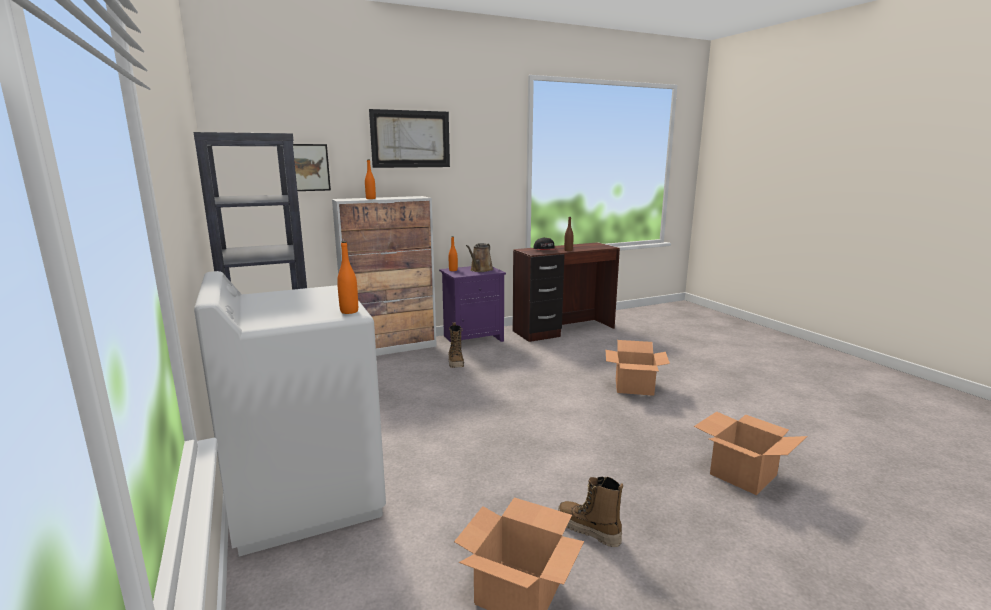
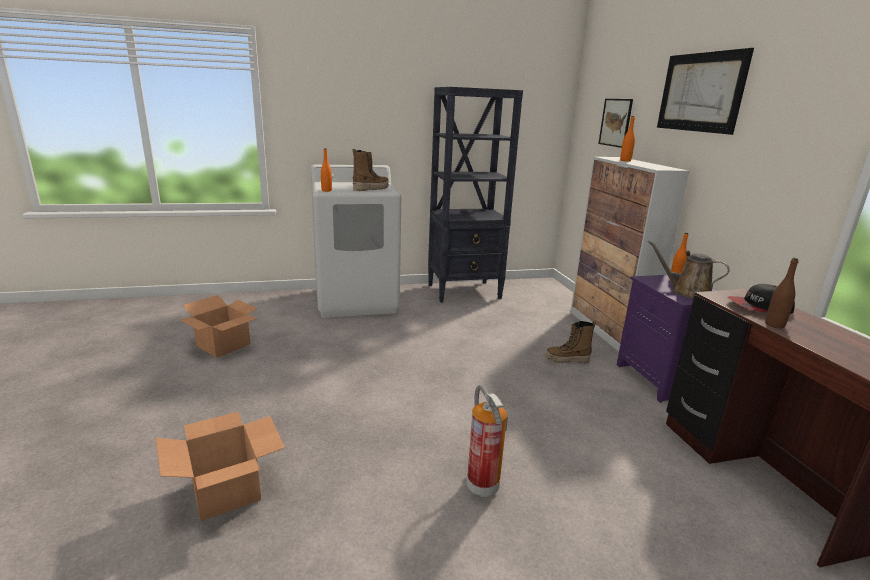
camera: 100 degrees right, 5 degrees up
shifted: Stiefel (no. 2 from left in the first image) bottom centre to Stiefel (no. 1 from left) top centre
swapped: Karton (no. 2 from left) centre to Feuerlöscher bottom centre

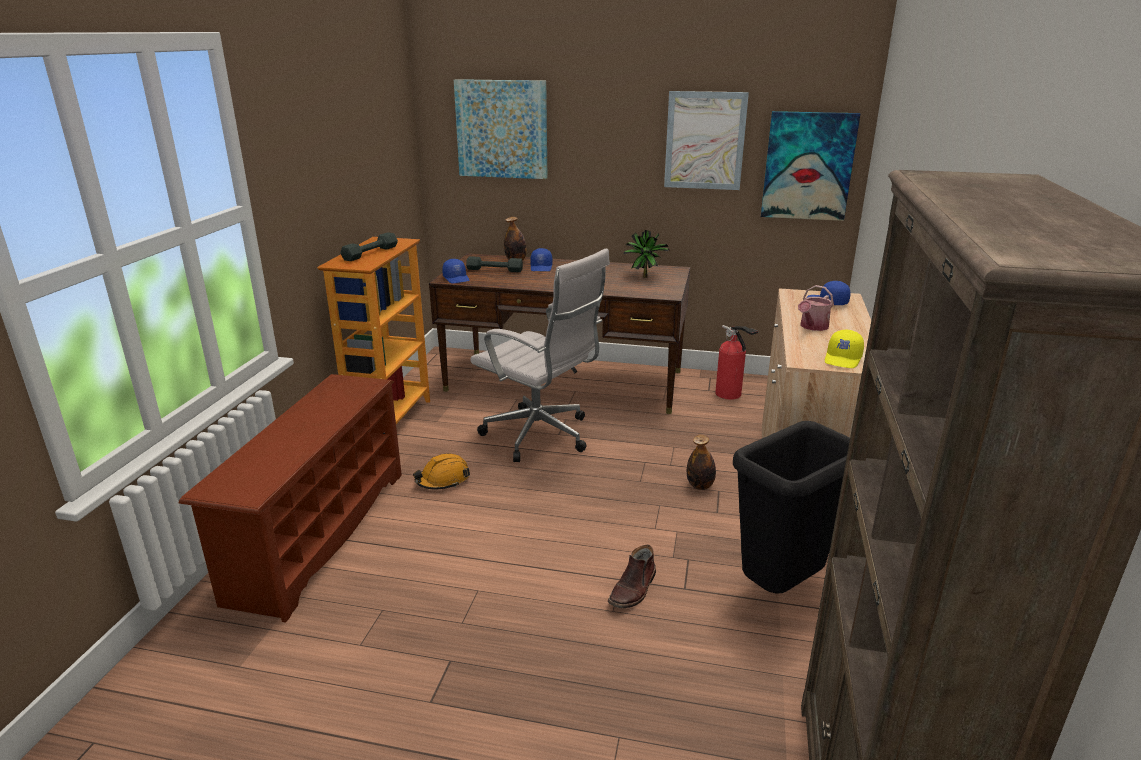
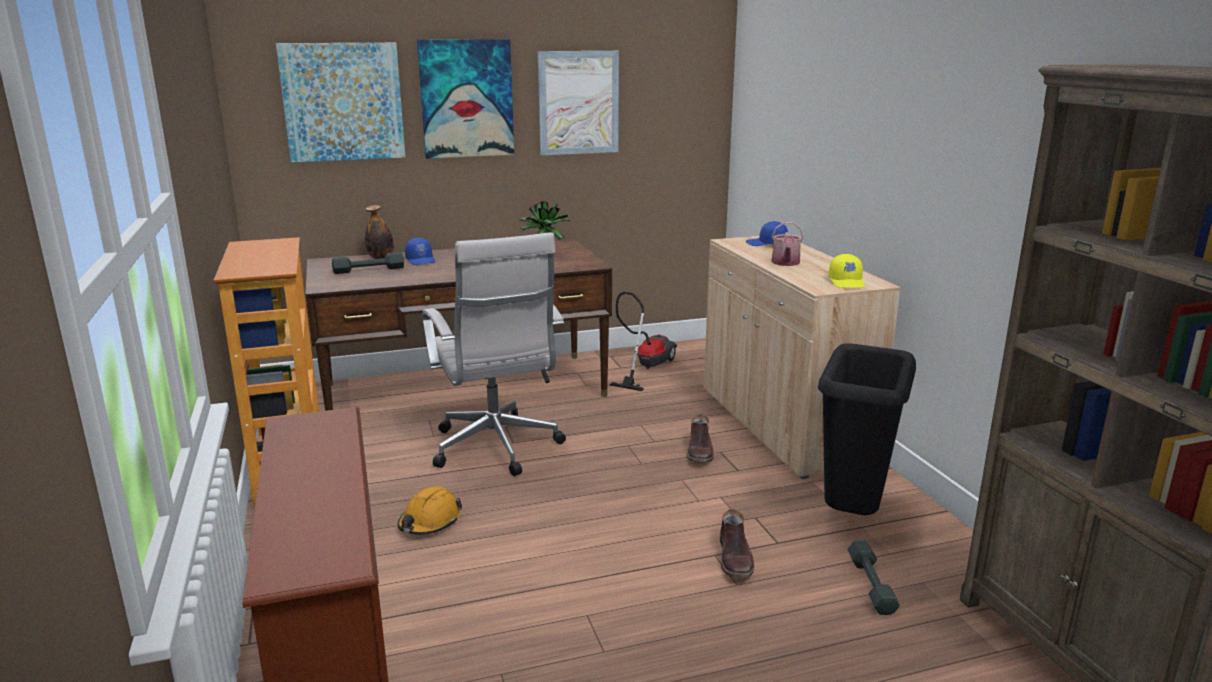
camera: 30 degrees left, 5 degrees down
gone: Kappe (blau) (no. 1 from left) centre
shifted: Hantel (grau) (no. 1 from left in the first image) top left to Hantel (grau) (no. 2 from left) bottom right; Bild (no. 3 from left in the first image) top right to Bild (no. 2 from left) top centre
swapped: Flasche (no. 2 from left) centre to Stiefel (braun) (no. 1 from left) centre; Feuerlöscher centre to Staubsauger centre
rotated: Bürostuhl (weiß) centre = centre 60 degrees clockwise

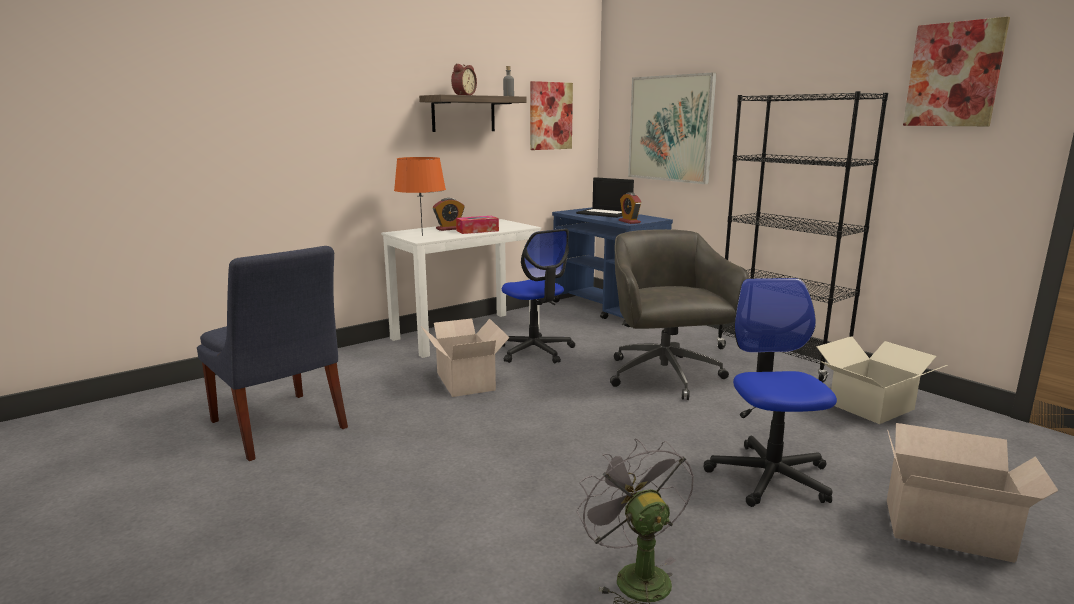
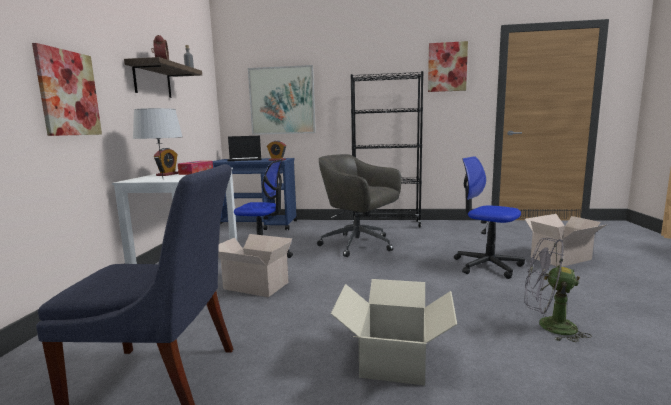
camera: 45 degrees left, 5 degrees down
shifted: Bild (no. 1 from left) top centre to top left; Karton (no. 2 from left) middle right to bottom centre
repainted: Tischlampe (orange) top centre to Tischlampe (grau) middle left

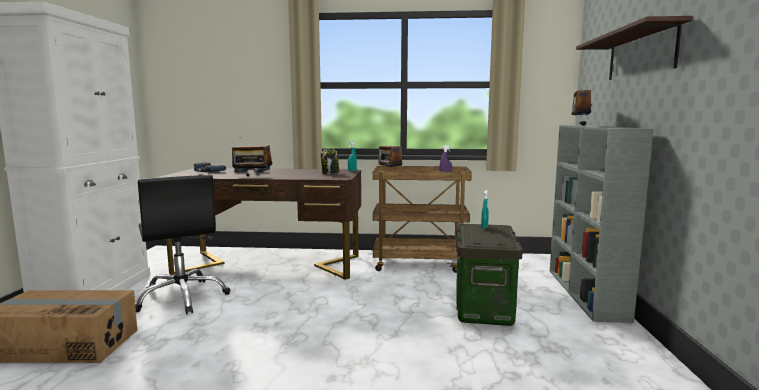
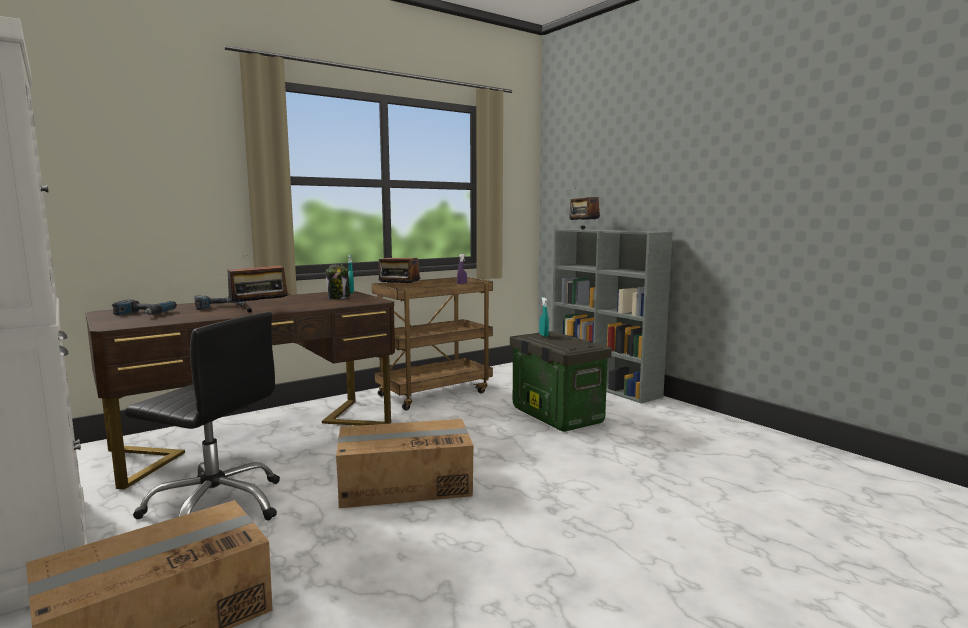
camera: 40 degrees left, 0 degrees up
gone: Wandregal top right
new: Karton (no. 2 from left) bottom centre

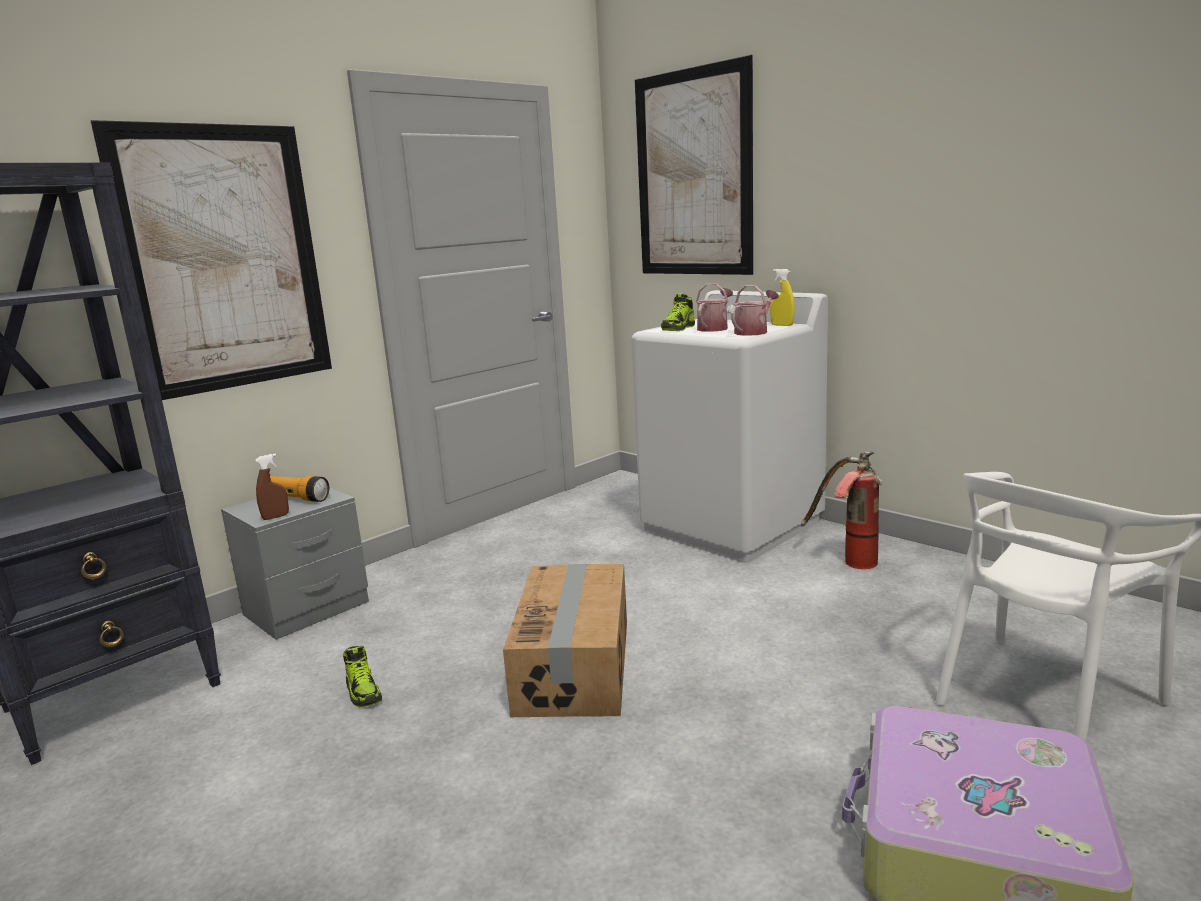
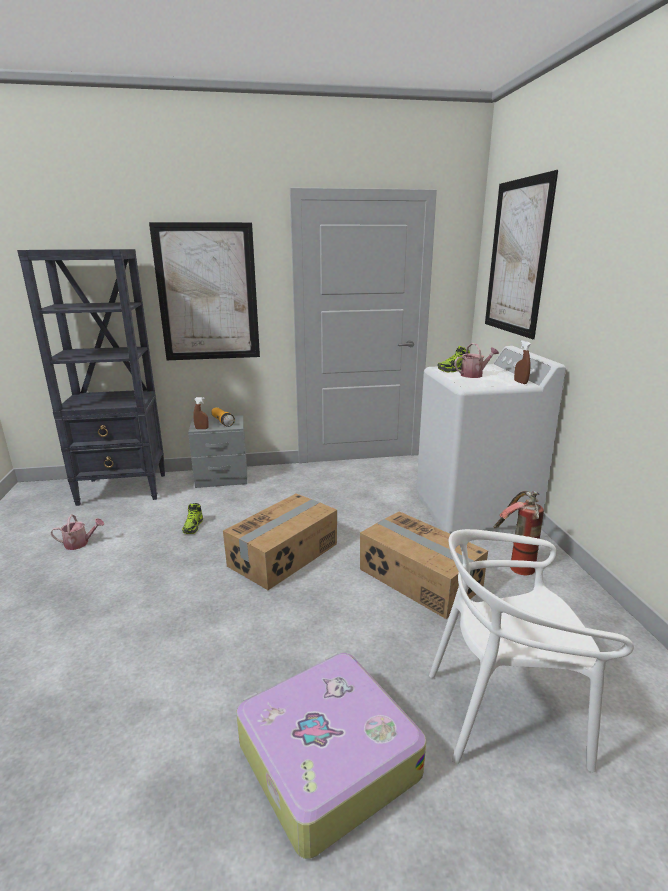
camera: 35 degrees right, 5 degrees up
new: Karton (no. 2 from left) centre
shifted: Gießkanne (no. 2 from left in the first image) centre to Gießkanne (no. 1 from left) middle left
repainted: Sprühflasche (gelb) top centre to Sprühflasche (braun) (no. 2 from left) middle right

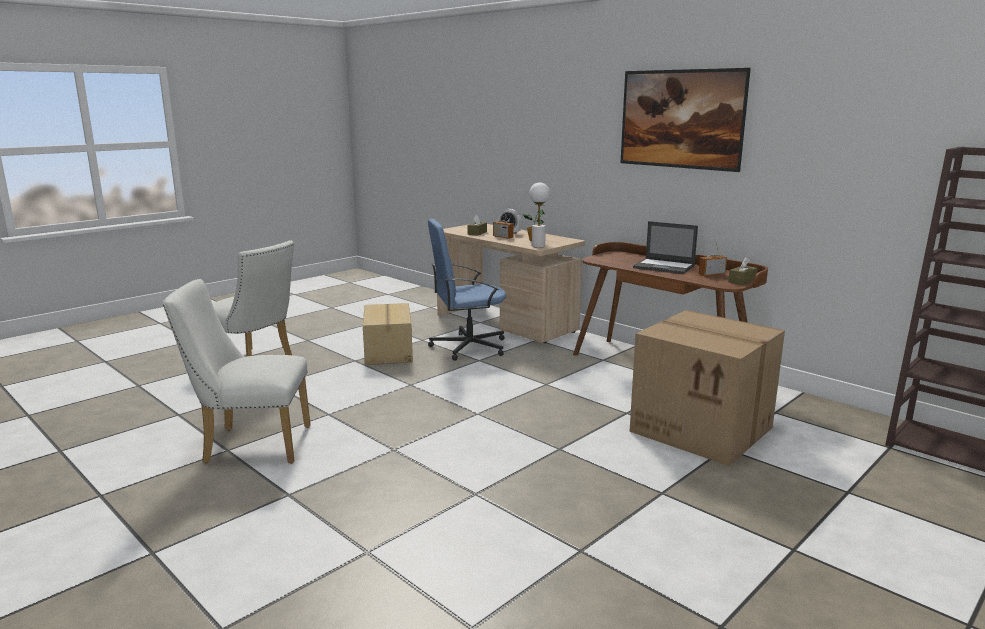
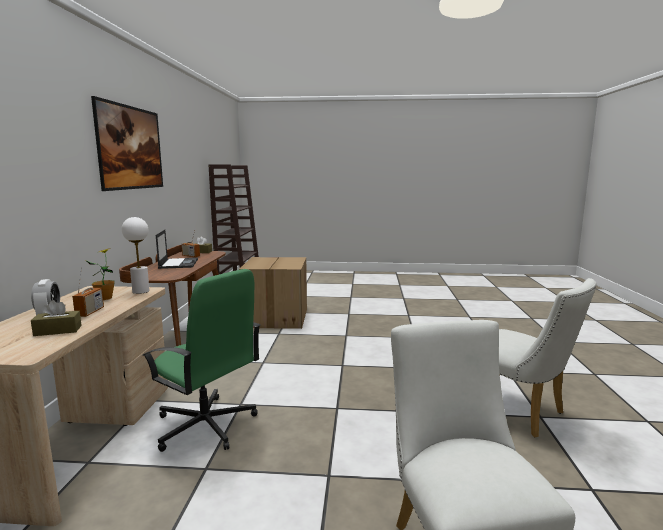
camera: 130 degrees left, 5 degrees down
gone: Karton (no. 1 from left) centre
repainted: Bürostuhl (blau) centre to Bürostuhl (grün) bottom left

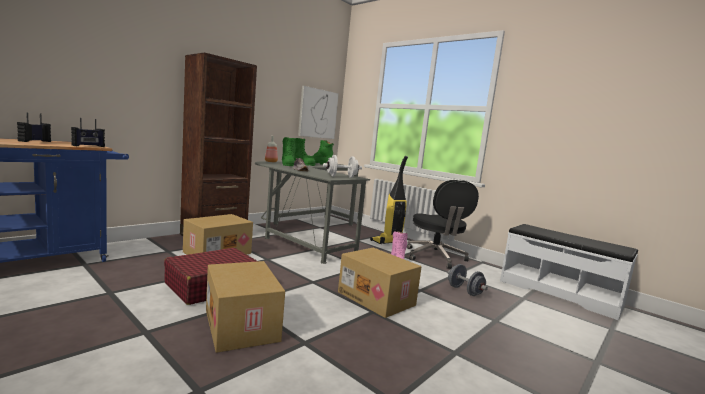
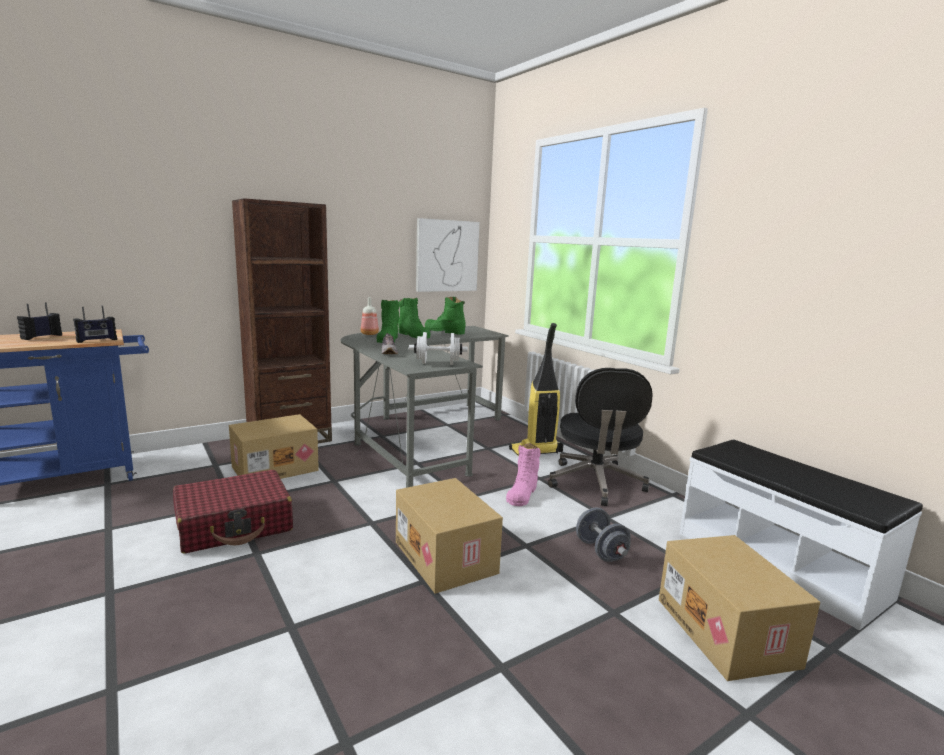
camera: 15 degrees right, 5 degrees up
shifted: Karton (no. 2 from left in the first image) bottom centre to Karton (no. 3 from left) bottom right

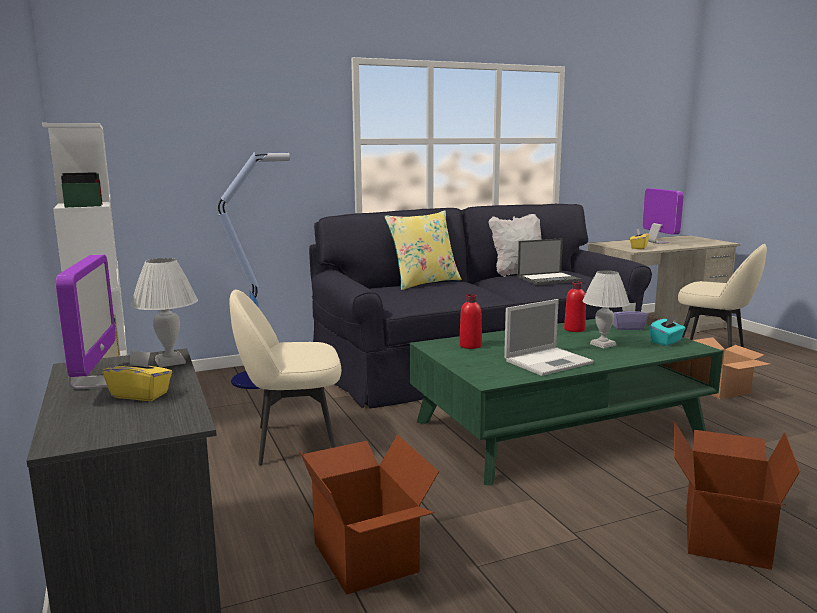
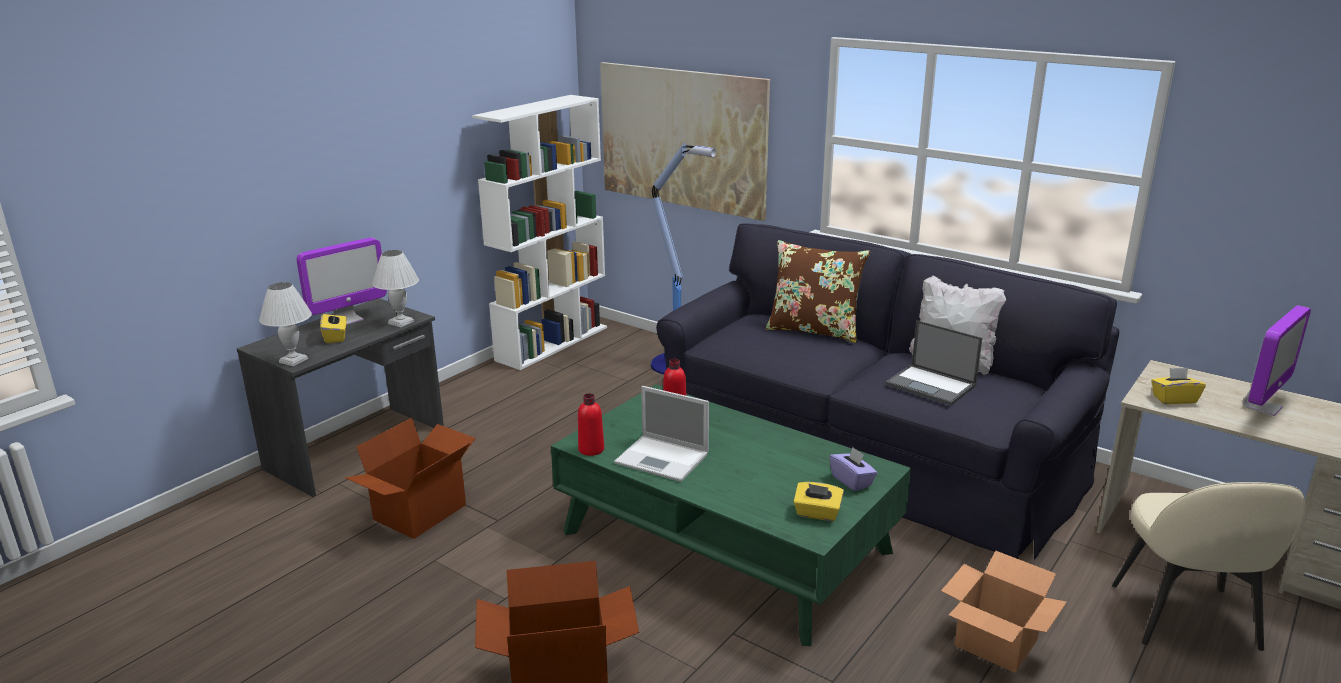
camera: 60 degrees right, 10 degrees up
gone: Stuhl (beige) (no. 1 from left) centre
new: Bild top centre
shifted: Flasche (rot) (no. 2 from left in the first image) middle right to Flasche (rot) (no. 1 from left) centre; Tischlampe (weiß) (no. 2 from left in the first image) middle right to Tischlampe (weiß) (no. 1 from left) middle left
repainted: Kissen (gelb) centre to Kissen (braun) centre; Taschentuchbox (türkis) middle right to Taschentuchbox (gelb) (no. 2 from left) bottom centre

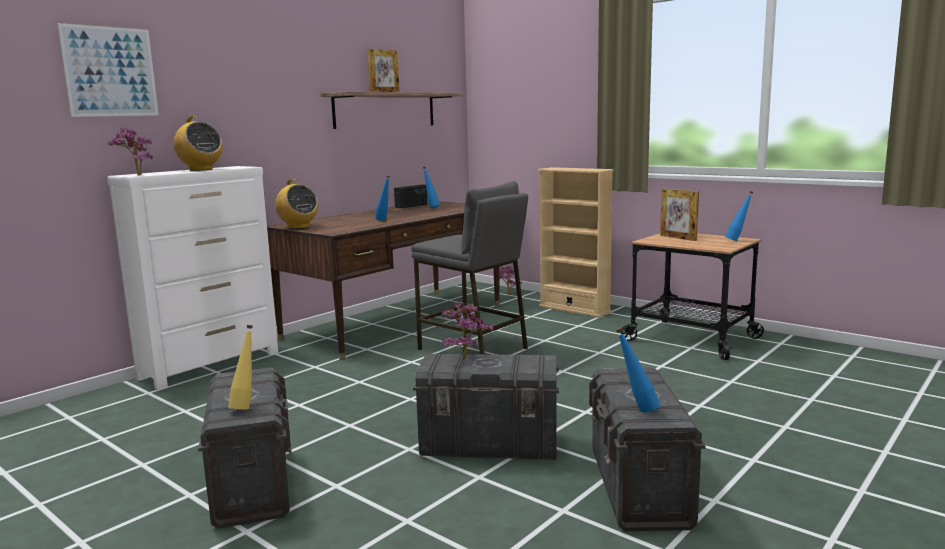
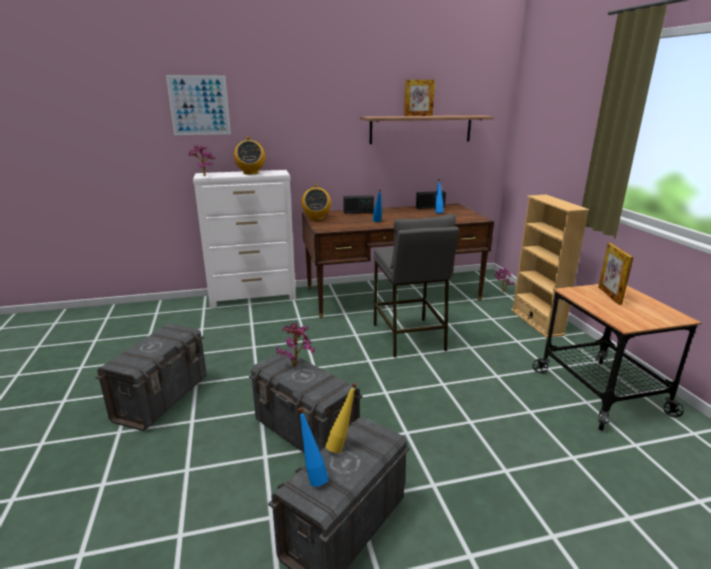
camera: 35 degrees right, 10 degrees up
gone: Flasche (blau) (no. 4 from left) middle right
new: Radio (no. 3 from left) centre
shifted: Flasche (gelb) bottom left to bottom centre

